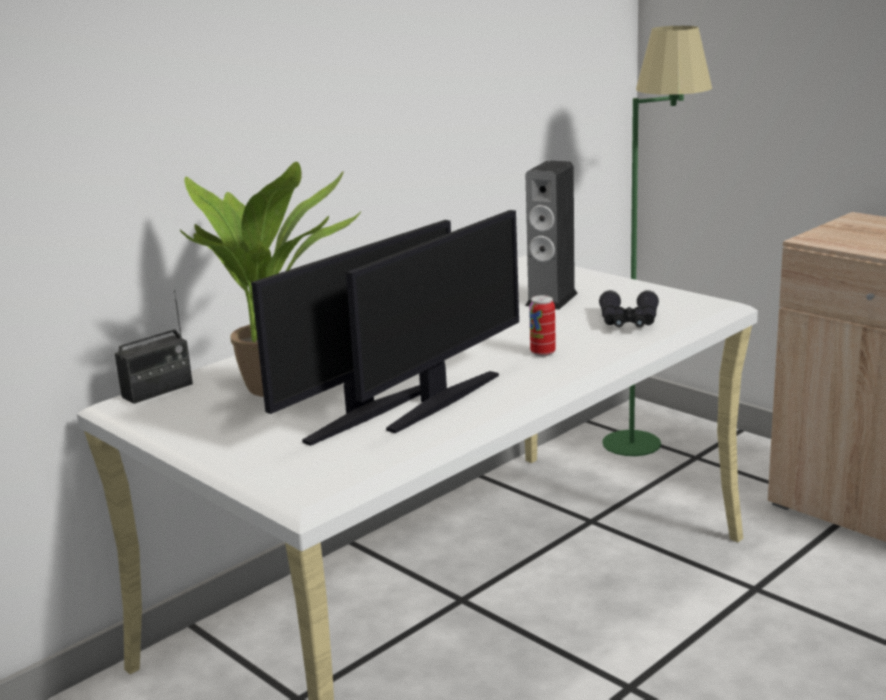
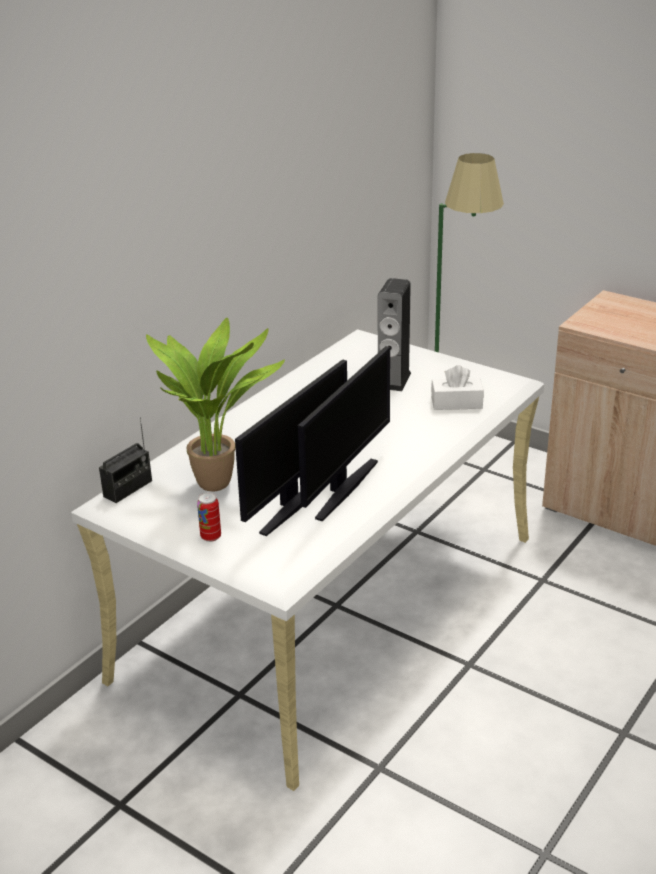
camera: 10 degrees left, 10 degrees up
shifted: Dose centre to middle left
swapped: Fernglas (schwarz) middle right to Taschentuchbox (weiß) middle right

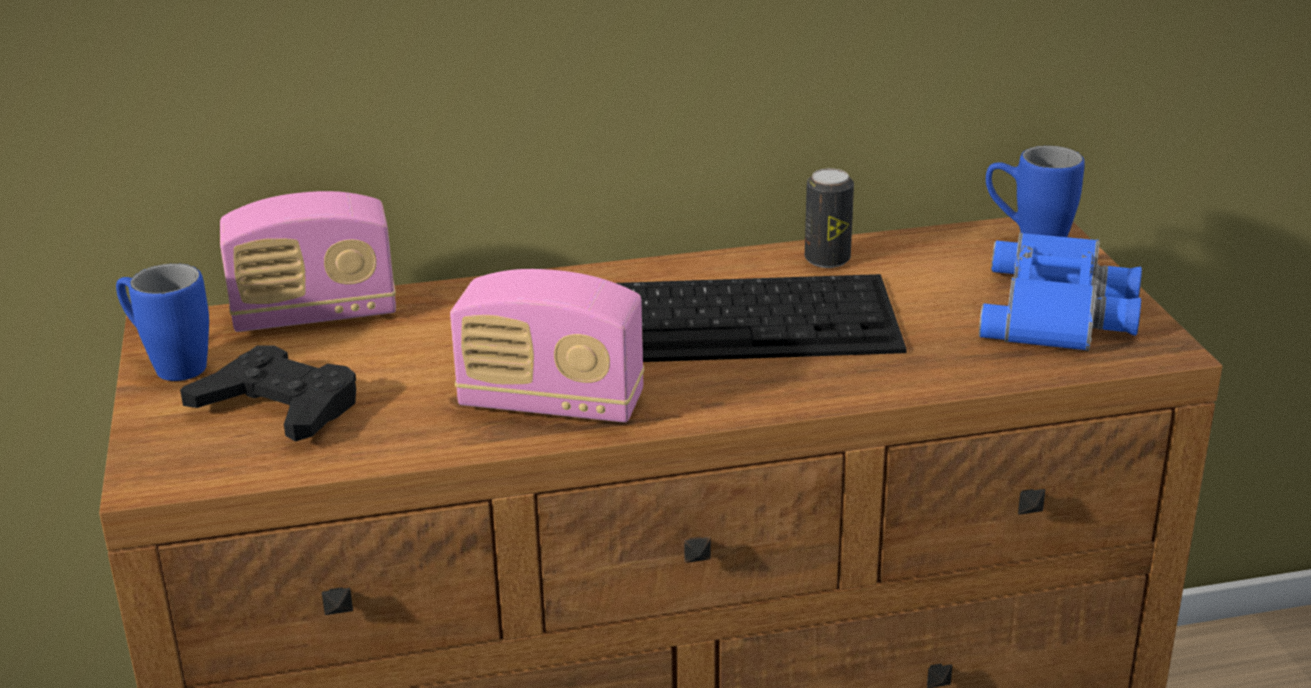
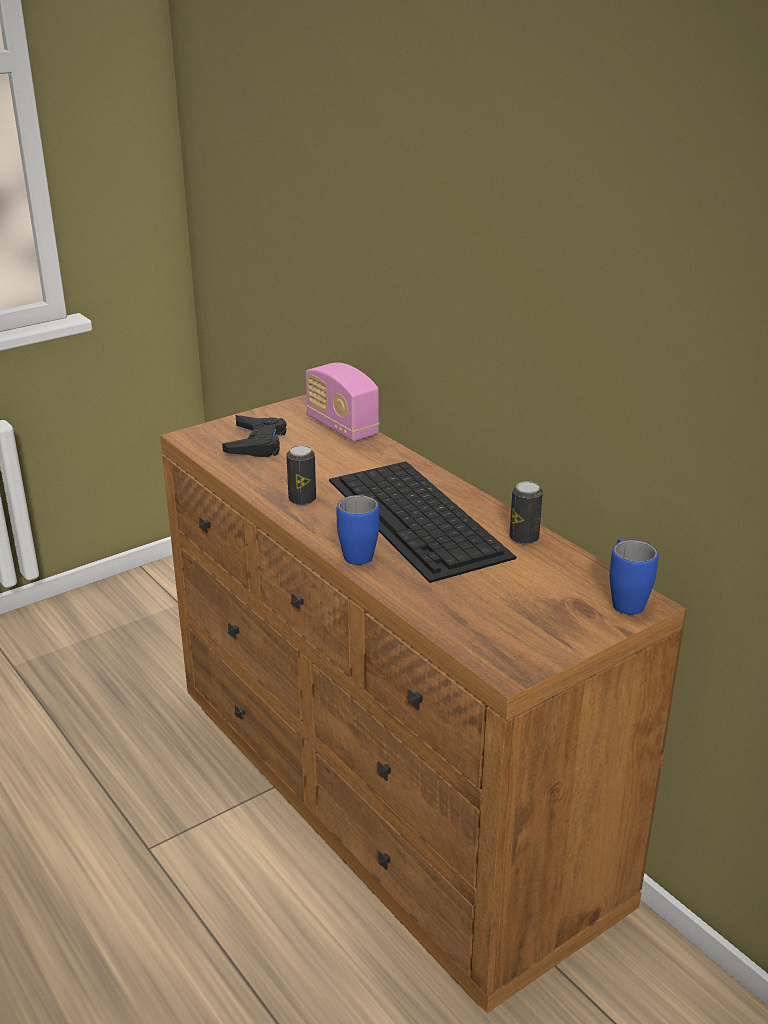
camera: 65 degrees right, 0 degrees up
gone: Fernglas (blau) middle right
shifted: Henkelbecher (blau) (no. 1 from left) middle left to centre
swapped: Radio (no. 2 from left) centre to Dose (no. 1 from left) centre

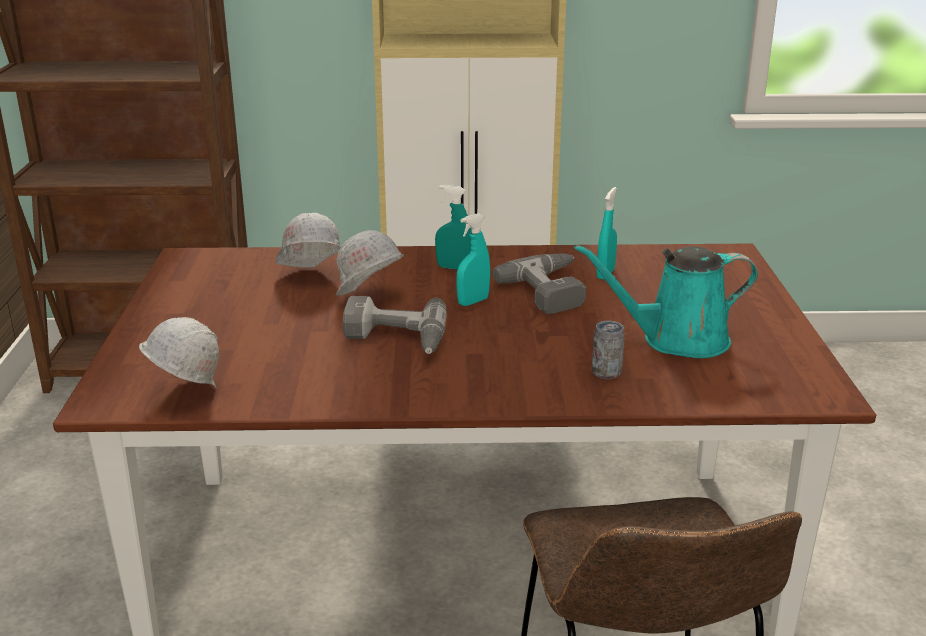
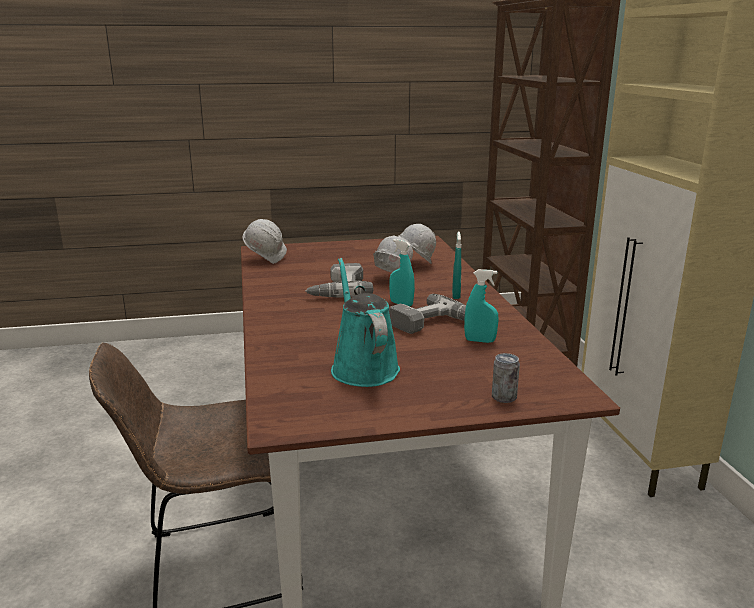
camera: 80 degrees right, 5 degrees down
shifted: Dose centre to middle right

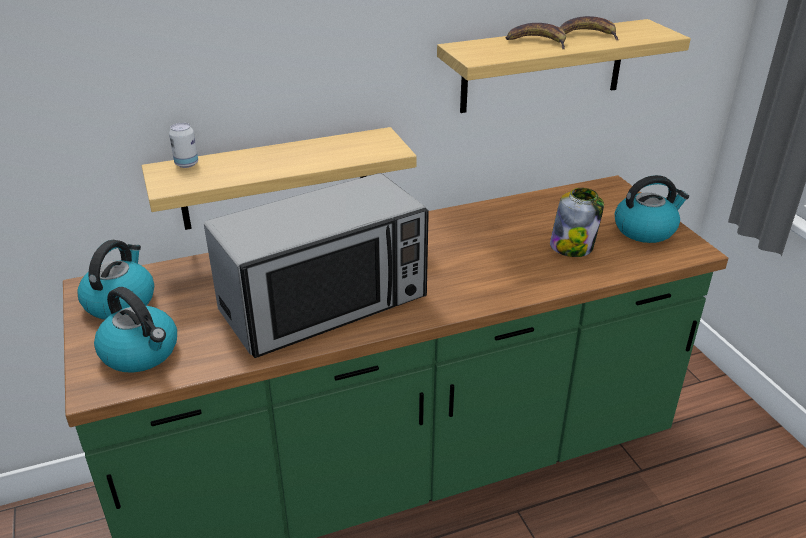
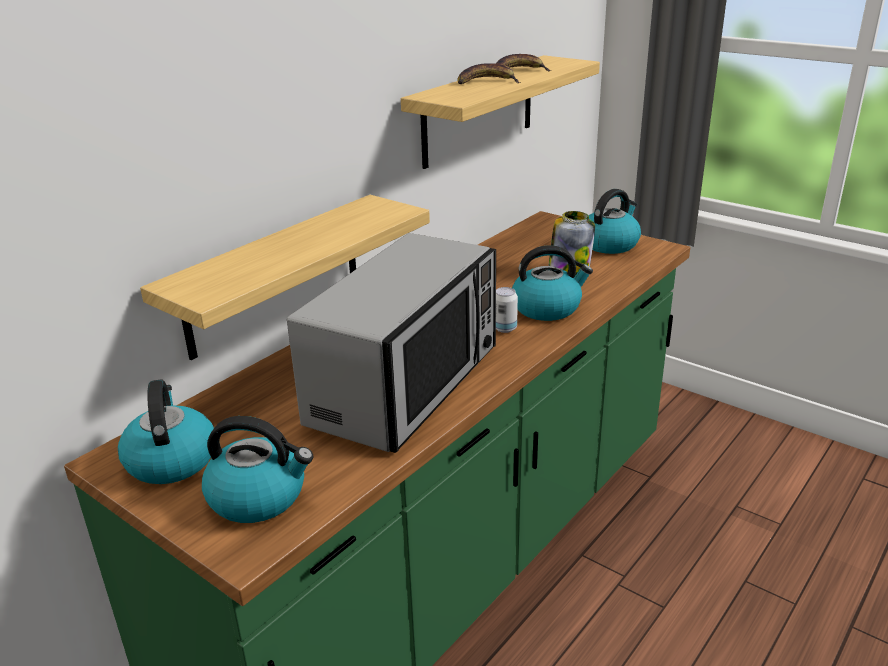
camera: 30 degrees left, 5 degrees down
new: Wasserkessel (no. 3 from left) centre
shifted: Dose top left to centre

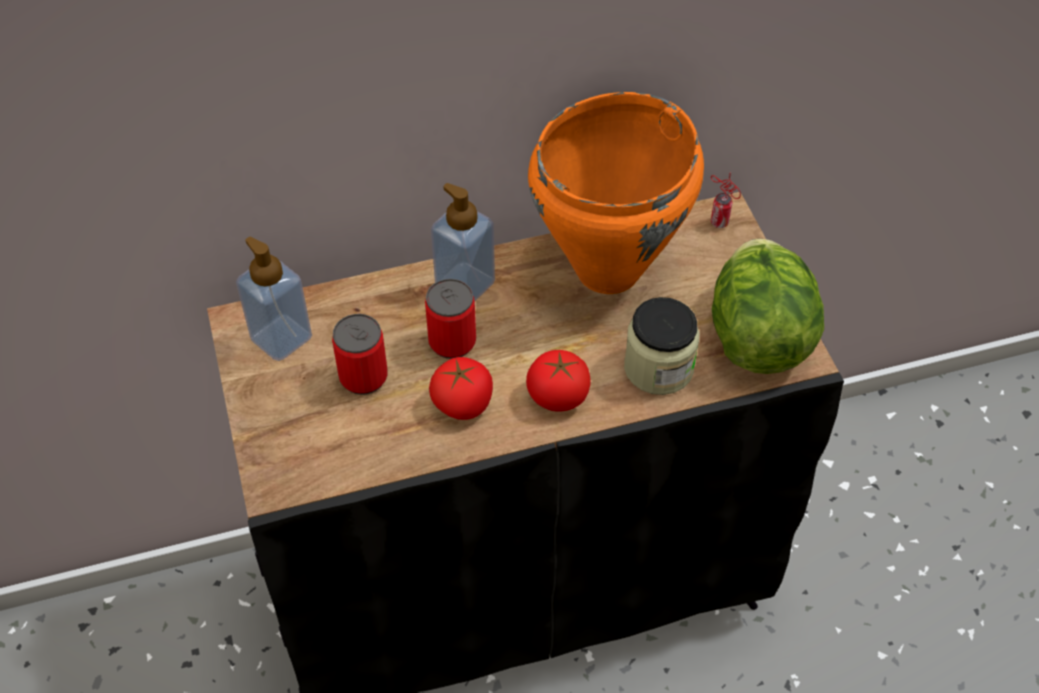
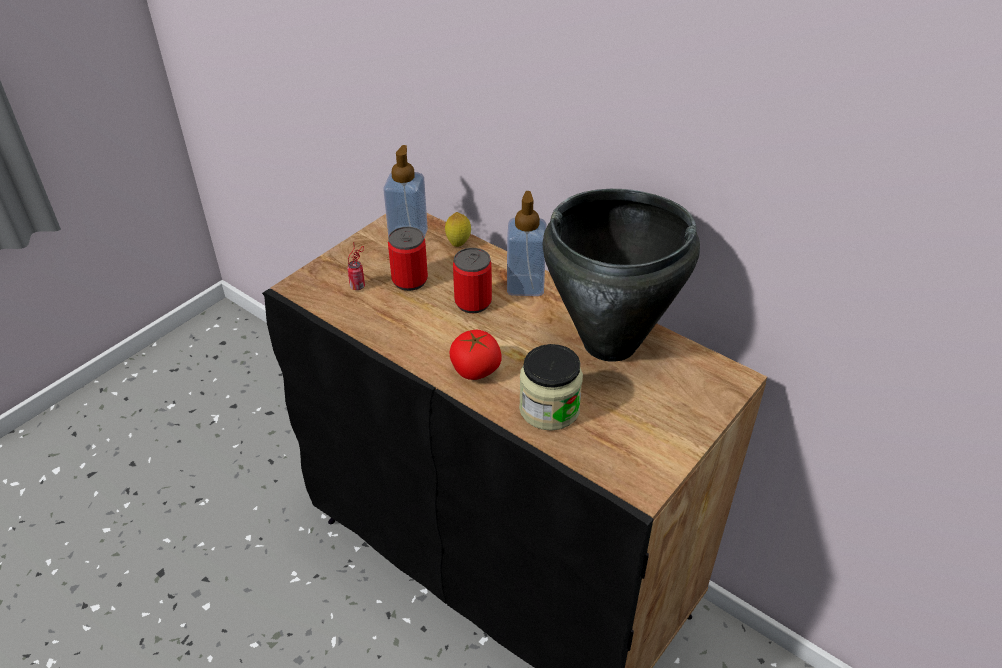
camera: 55 degrees right, 10 degrees down
gone: Tomate (no. 1 from left) centre; Salatkopf middle right
new: Zitrone centre
shifted: Dose (no. 3 from left in the first image) top right to Dose (no. 1 from left) centre
repainted: Kochtopf (orange) top centre to Kochtopf (schwarz) centre

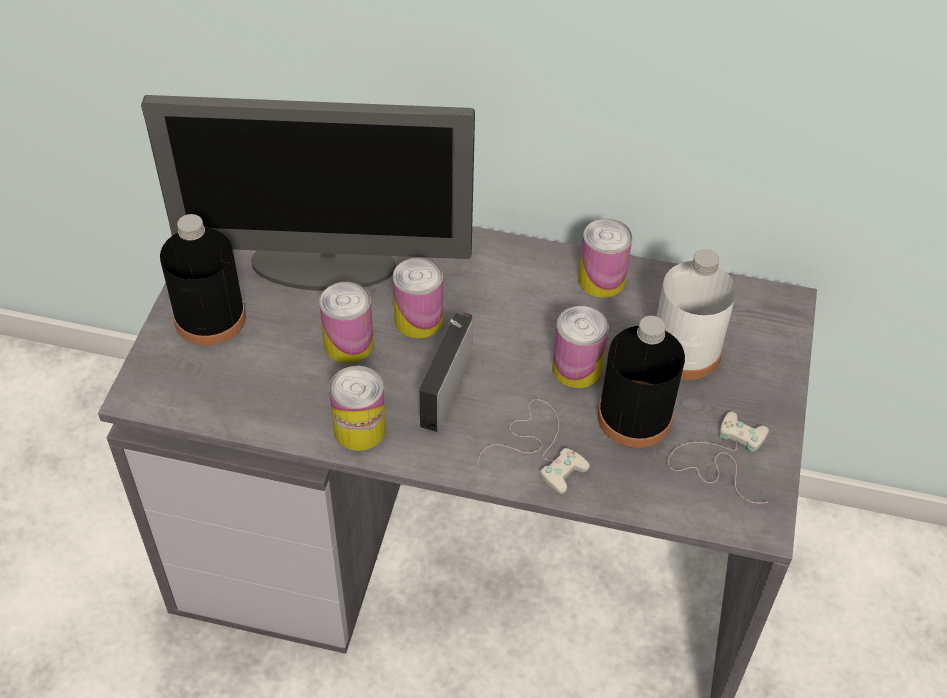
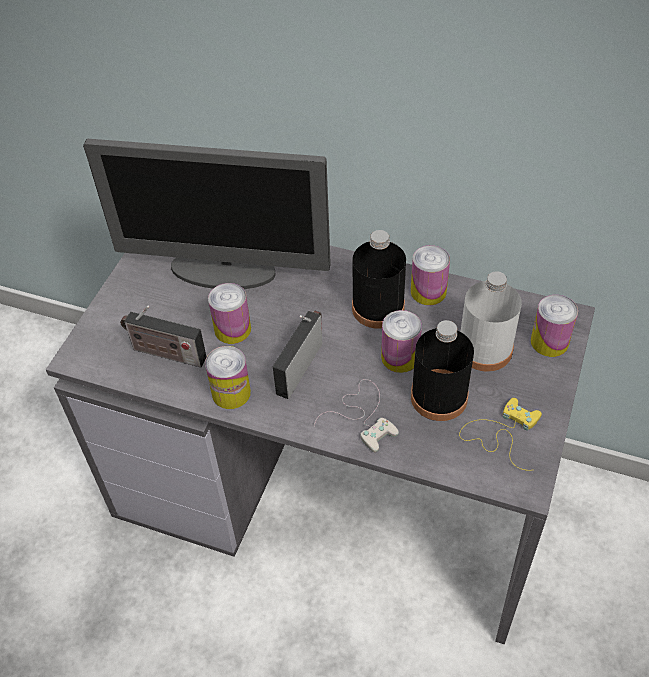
camera: 10 degrees right, 0 degrees up
new: Radio (no. 1 from left) middle left
shifted: Flasche (schwarz) (no. 1 from left) middle left to centre; Dose (no. 3 from left in the first image) centre to Dose (no. 5 from left) middle right
repainted: Gamepad (weiß) (no. 2 from left) middle right to Gamepad (gelb) middle right

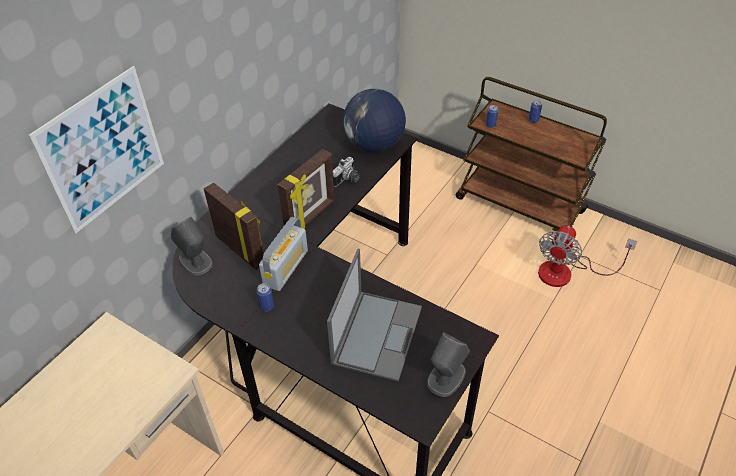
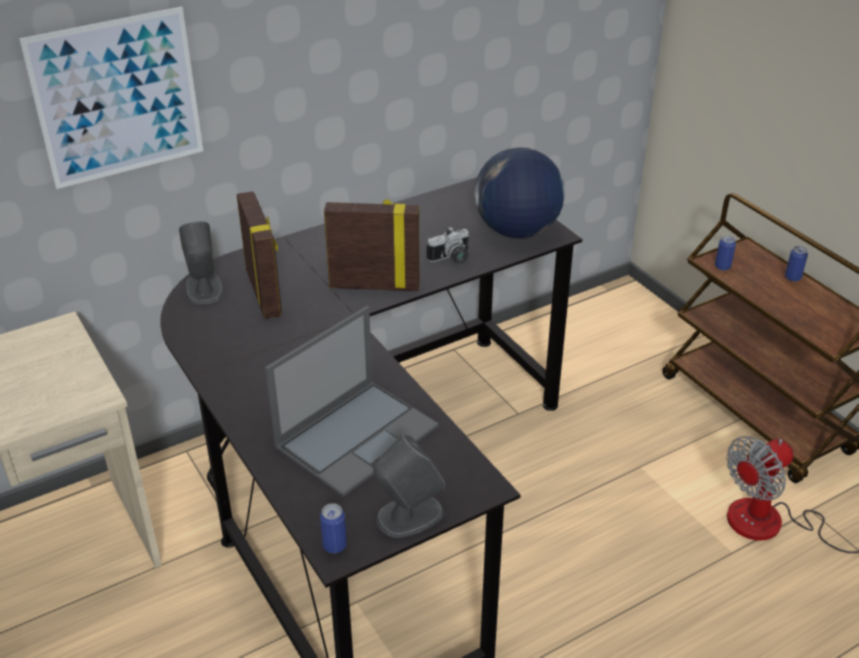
camera: 25 degrees right, 10 degrees down
gone: Radio centre
shifted: Dose (no. 1 from left) centre to bottom centre
rotated: Bilderrahmen (no. 2 from left) centre = centre 150 degrees counterclockwise

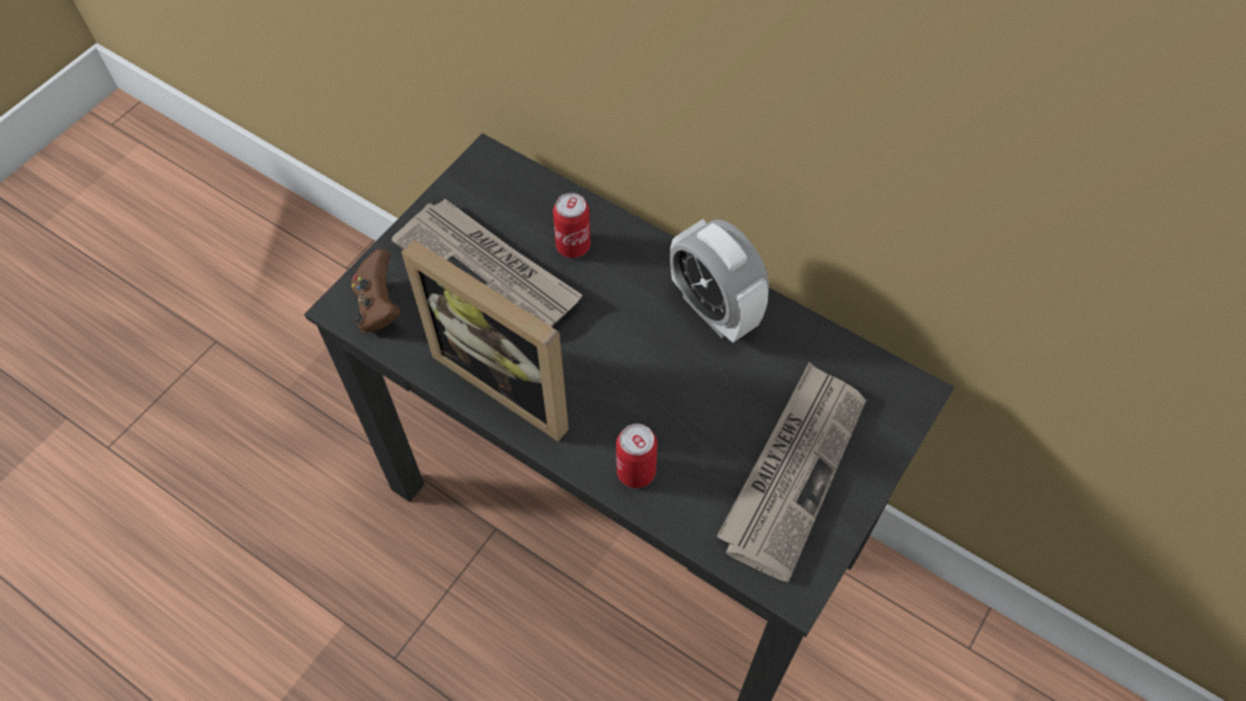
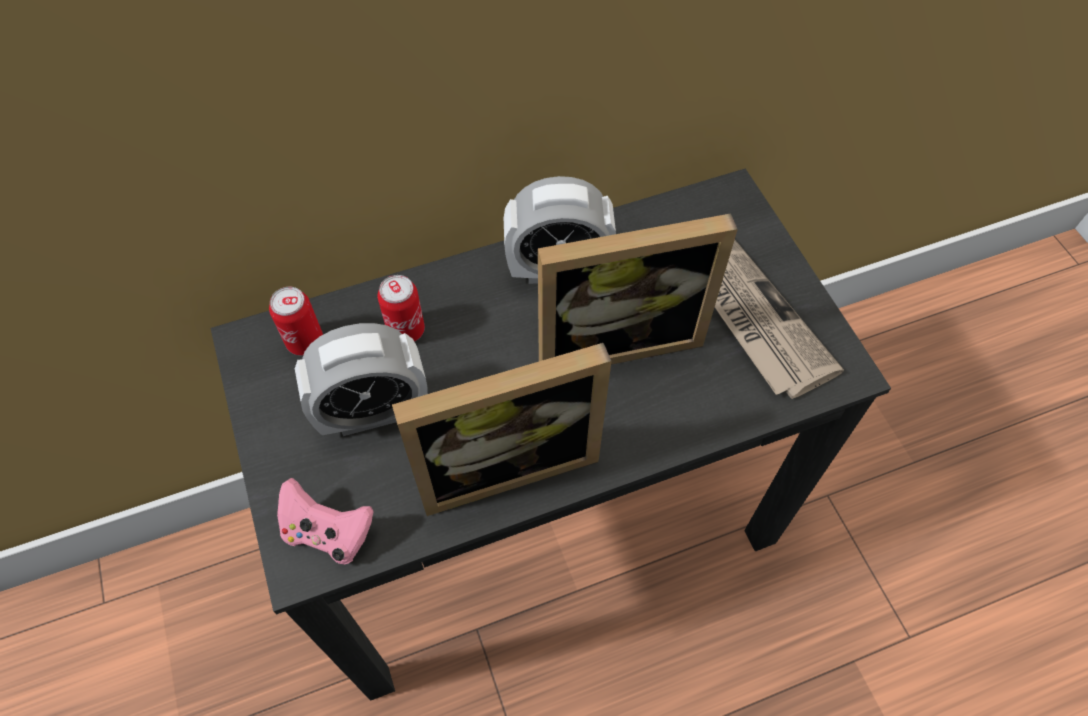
camera: 55 degrees left, 0 degrees up
new: Bilderrahmen (no. 2 from left) centre
shifted: Dose (no. 2 from left in the first image) centre to Dose (no. 1 from left) middle left
swapped: Zeitung (no. 1 from left) centre to Wecker (no. 1 from left) middle left
repainted: Gamepad (braun) middle left to Gamepad (rosa) bottom left

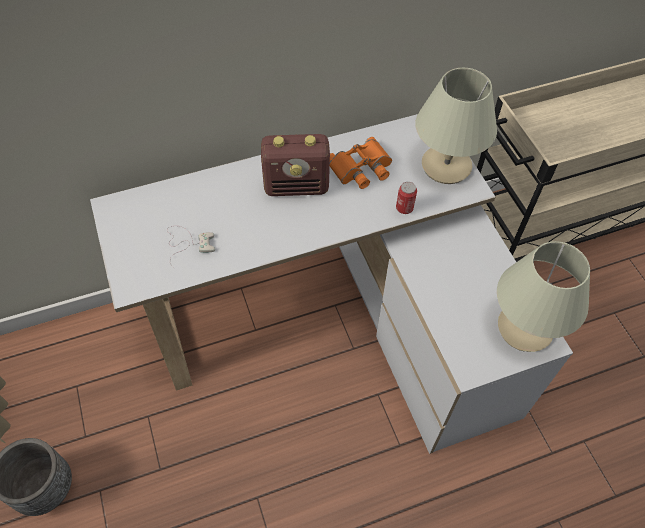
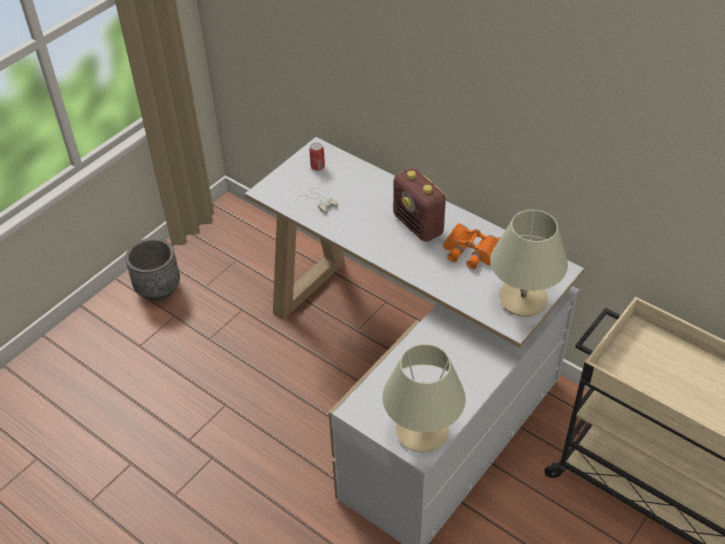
camera: 60 degrees right, 10 degrees down
shifted: Dose centre to top centre

